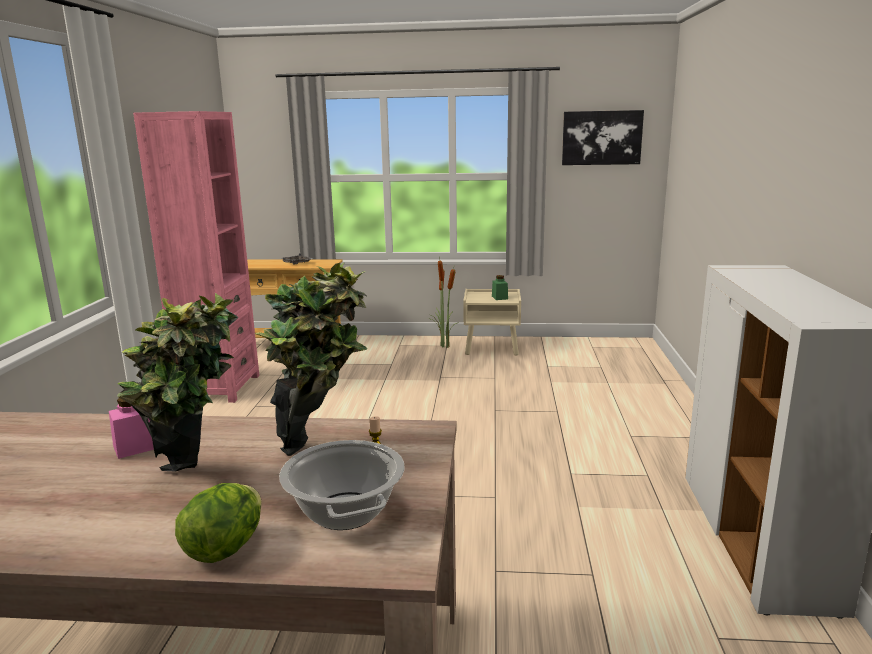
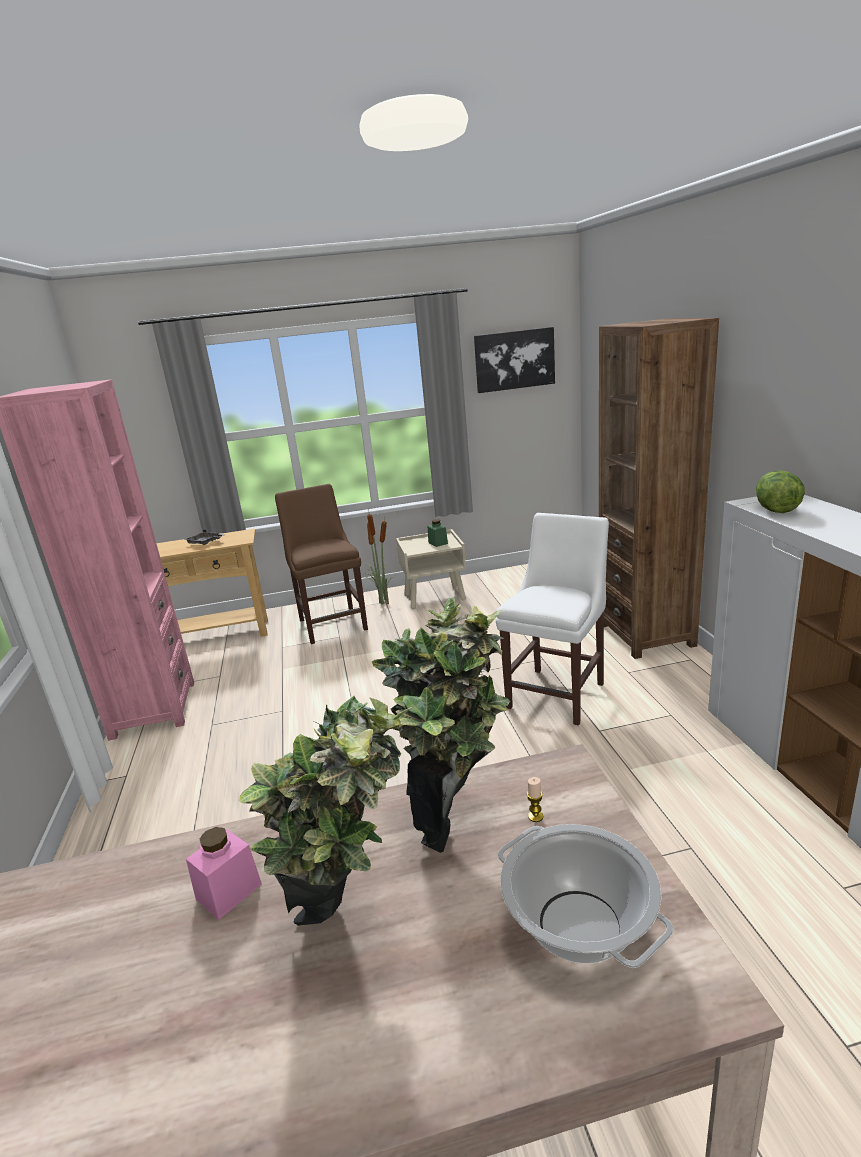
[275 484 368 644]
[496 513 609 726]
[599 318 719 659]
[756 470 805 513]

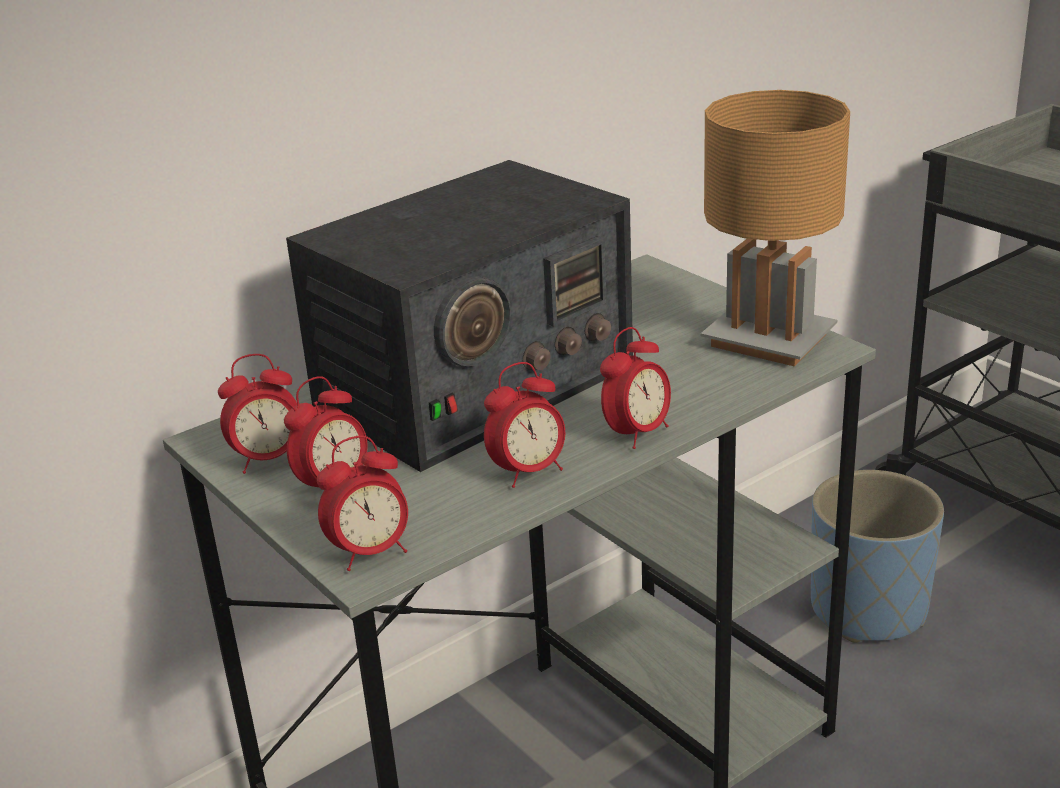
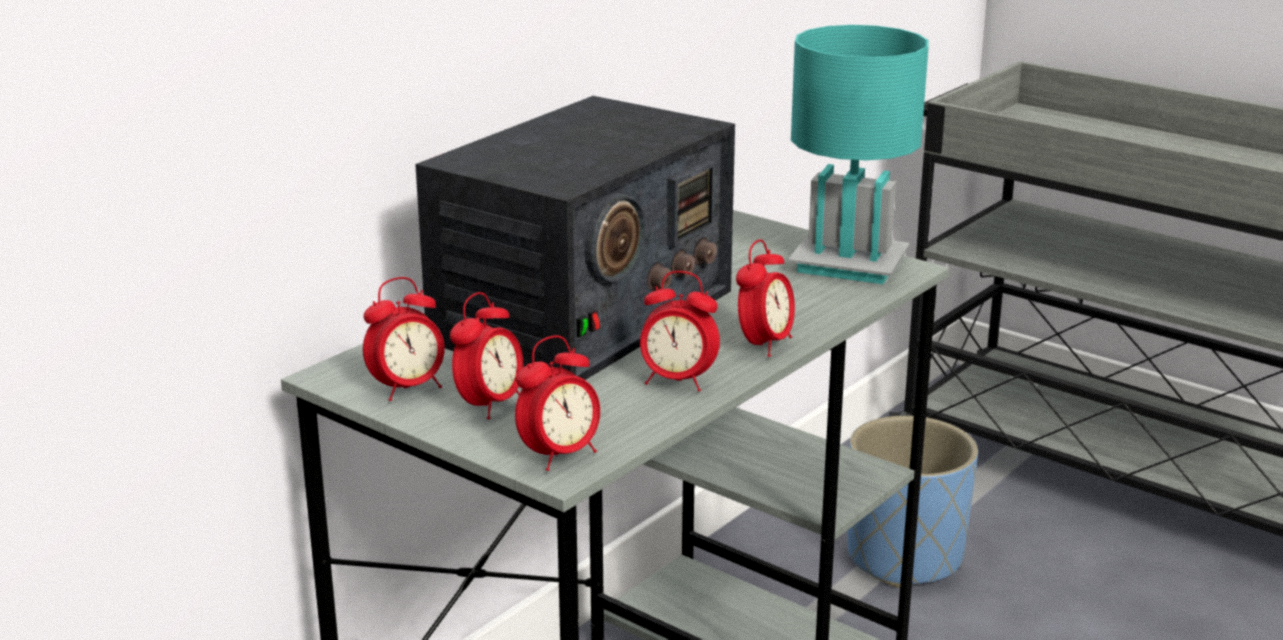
[788 25 929 284]
[640 271 720 392]

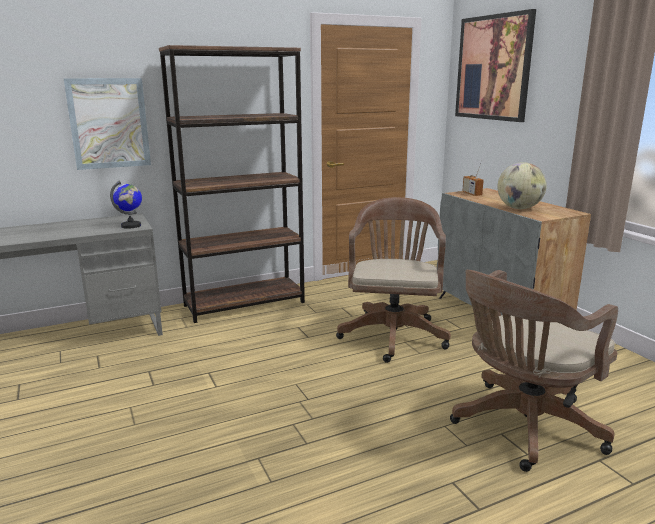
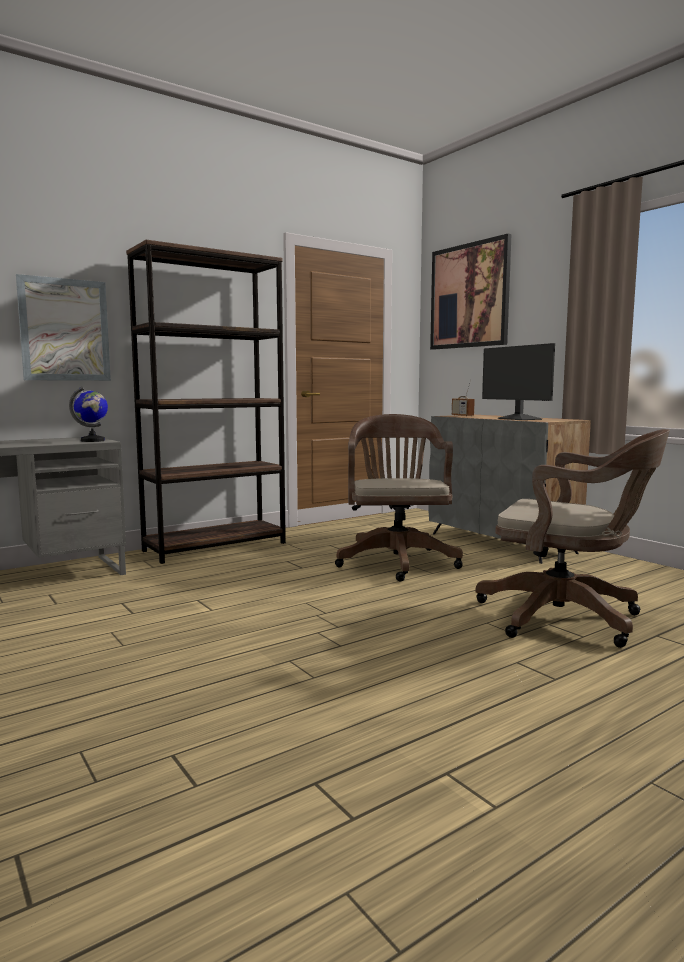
[482 343 555 420]
[476 429 670 648]

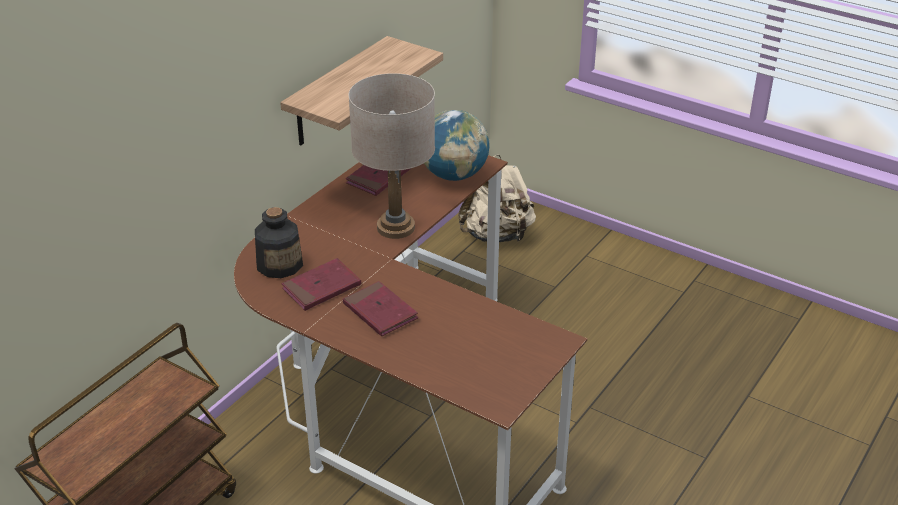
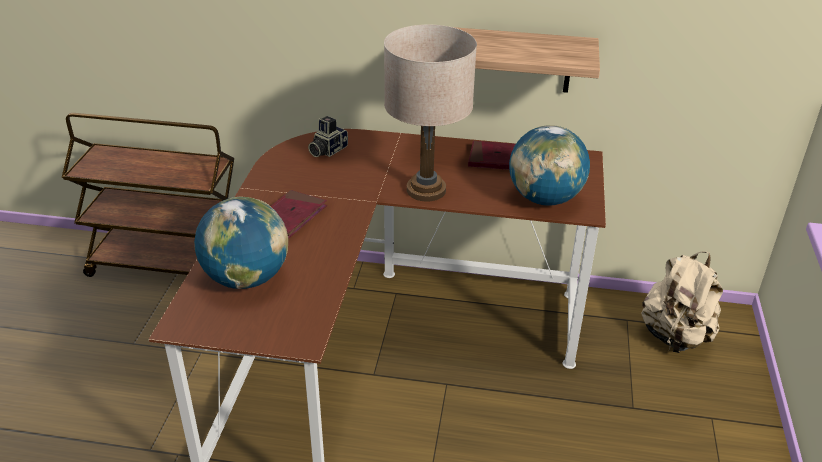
[281 258 361 311] (first image)
[194 197 288 289]
[308 116 348 157]

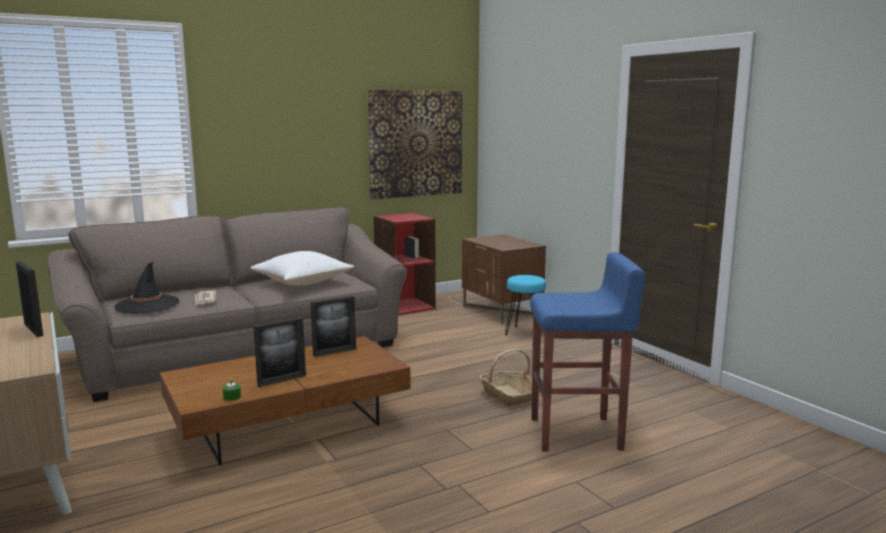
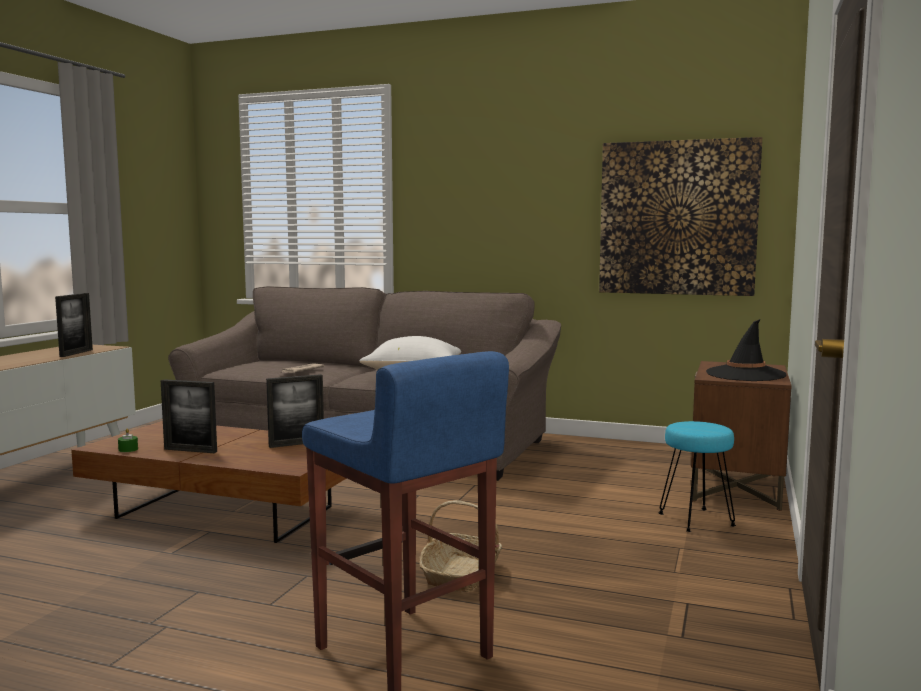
[373 213 436 315] (first image)
[706 319 787 381]
[266 374 324 448]

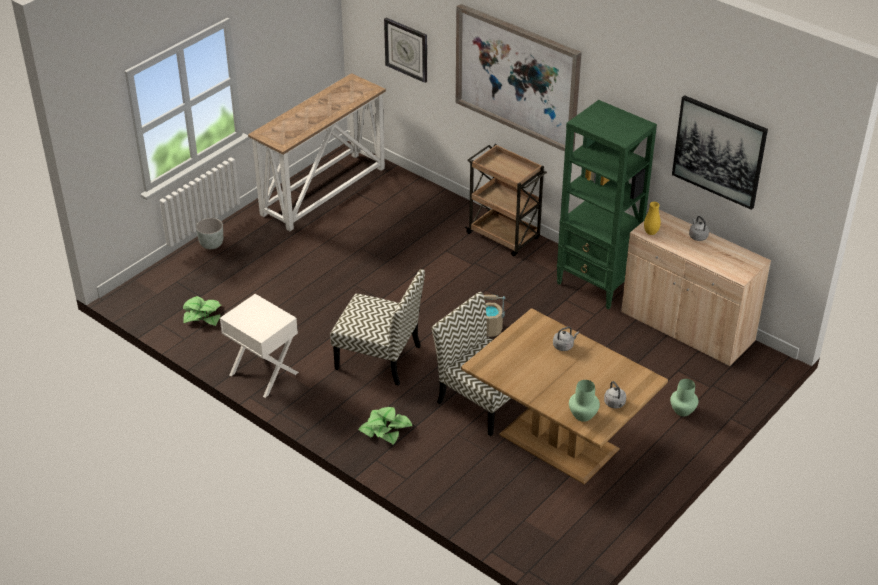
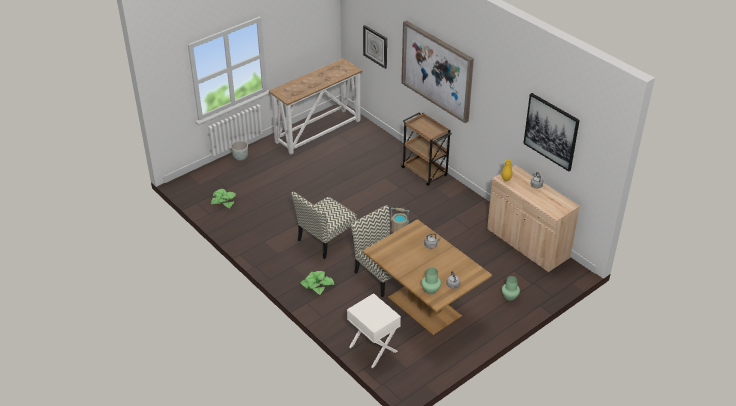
[557 100 657 310] (first image)
[347 293 401 368]
[291 191 357 259]

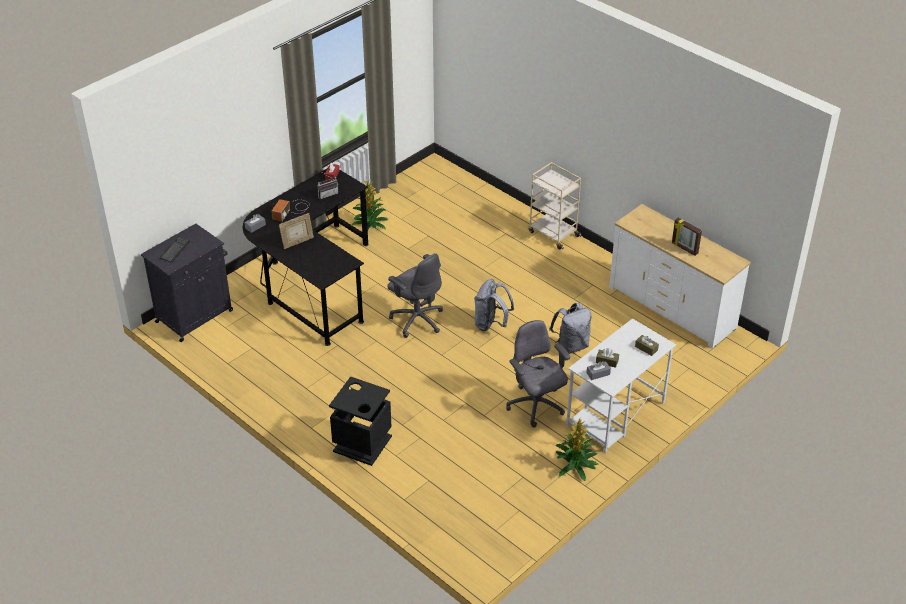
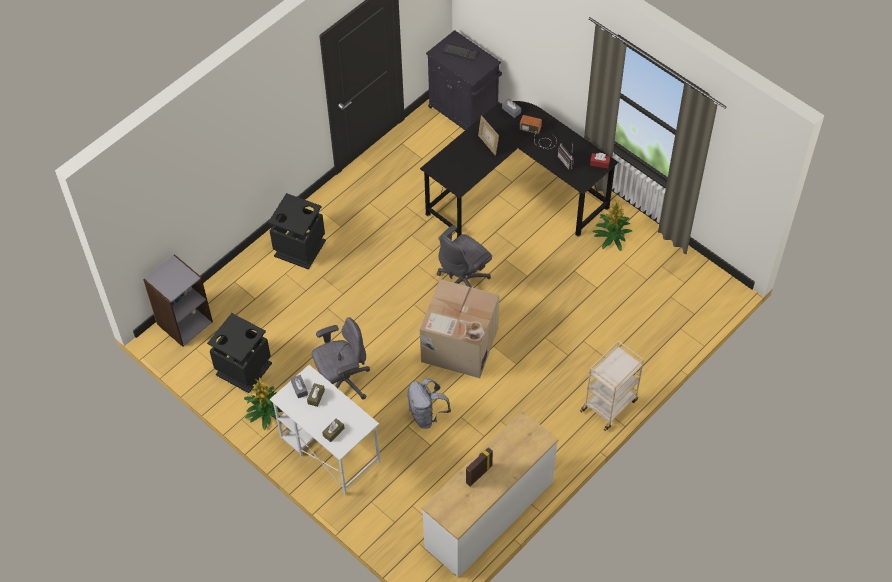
[143 254 213 347]
[207 313 272 393]
[420 279 499 378]

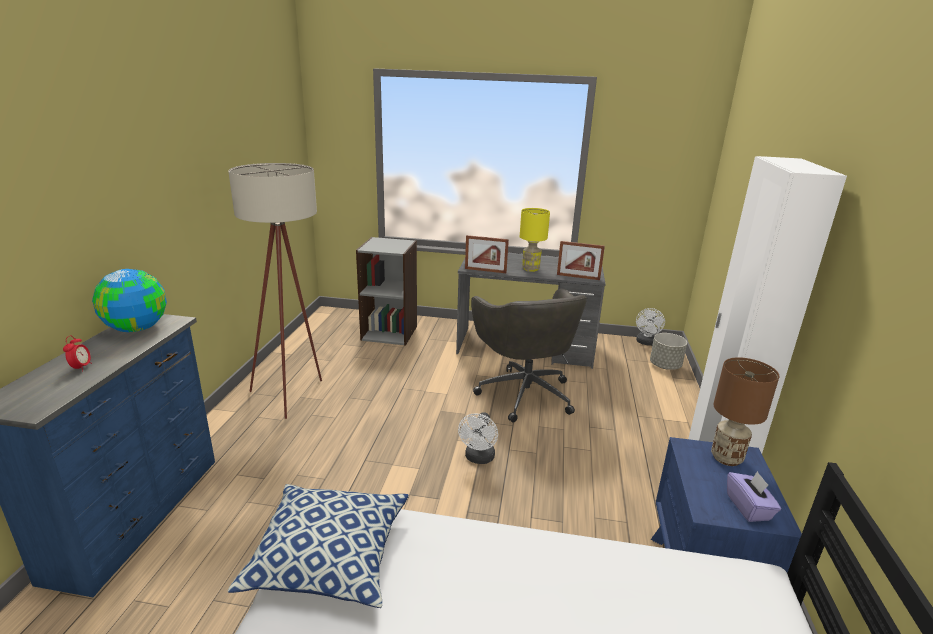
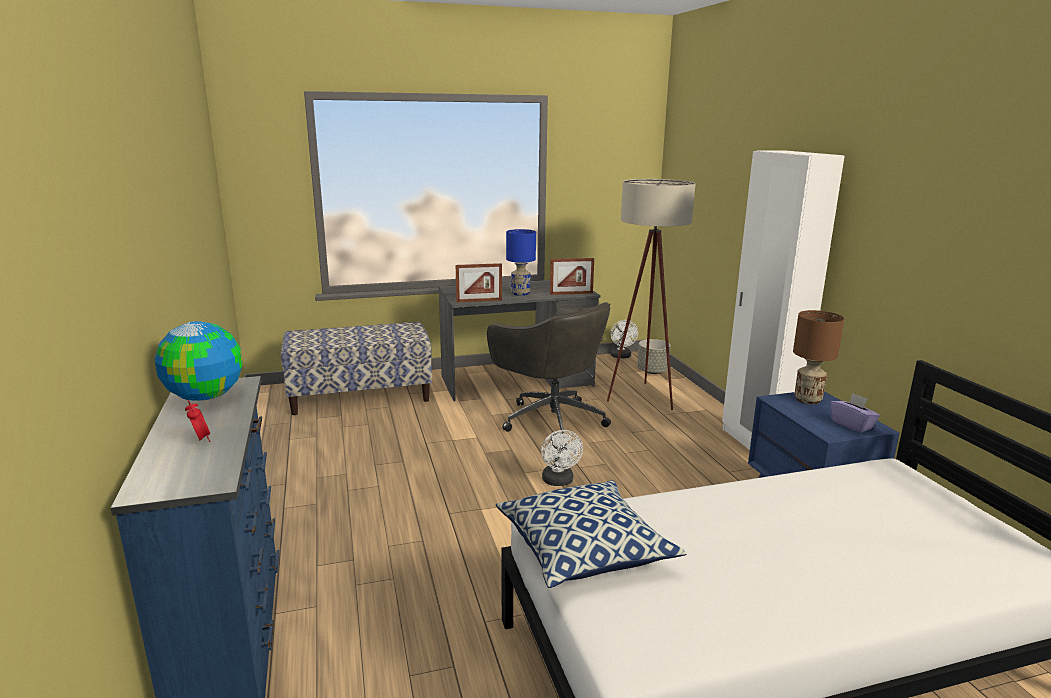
[607 179 696 410]
[281 322 432 415]
[506 229 536 296]

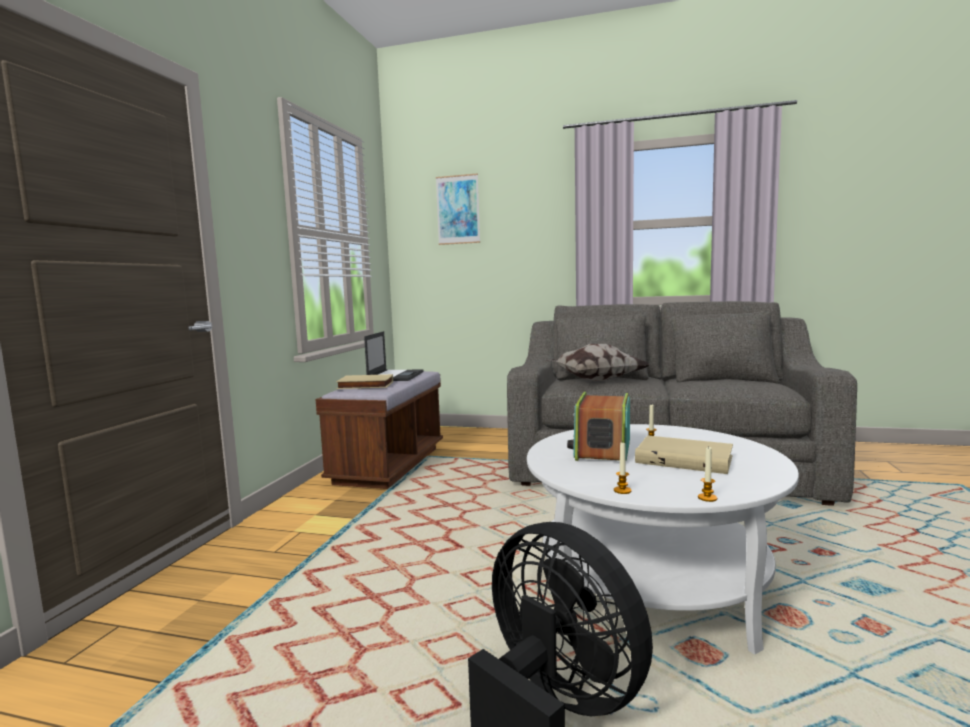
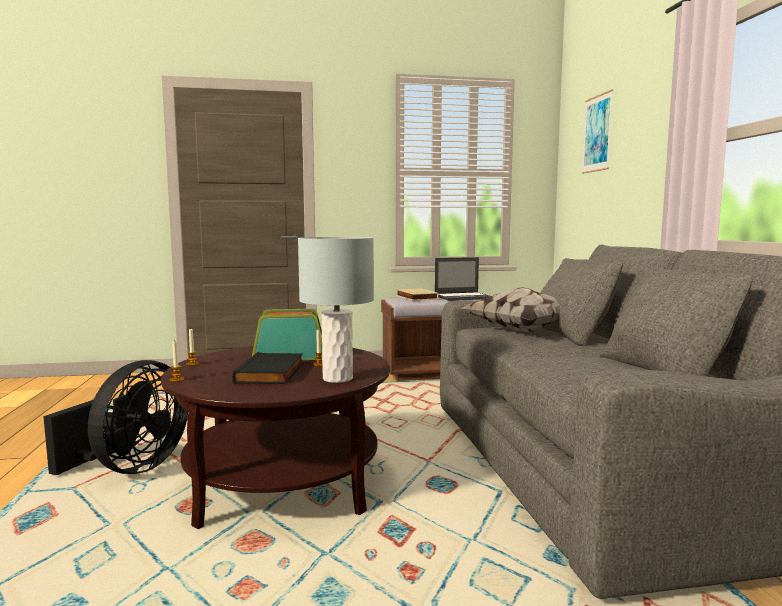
[298 237 374 383]
[161 346 390 529]
[232 352 303 384]

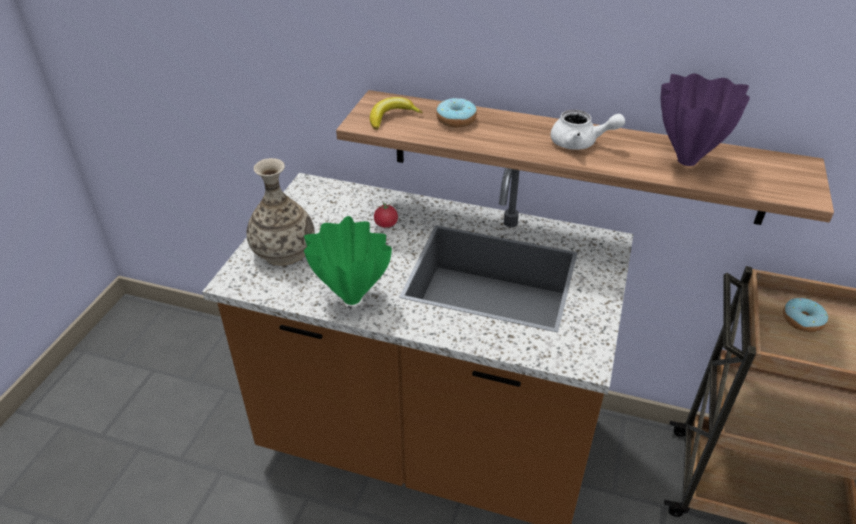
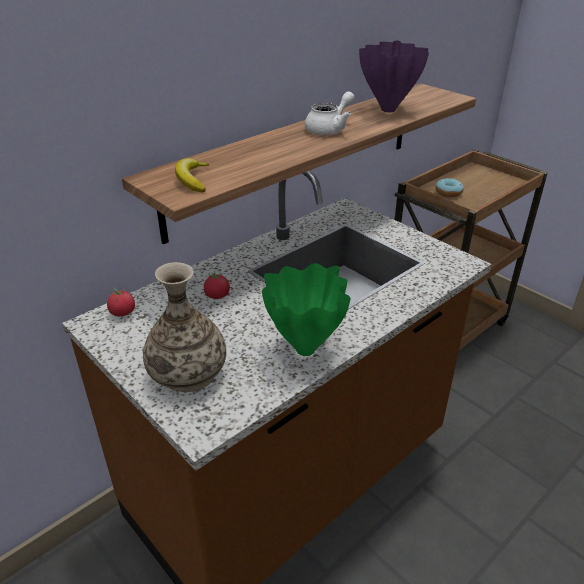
[436 98 477 128] (first image)
[107 288 135 316]

